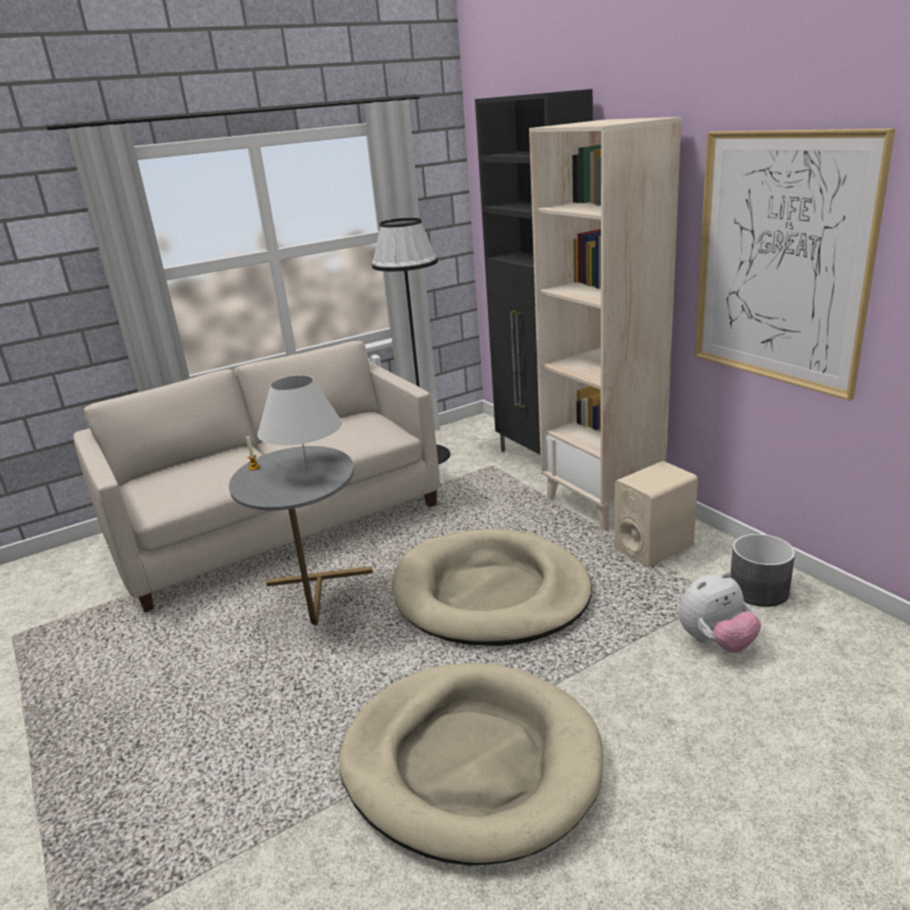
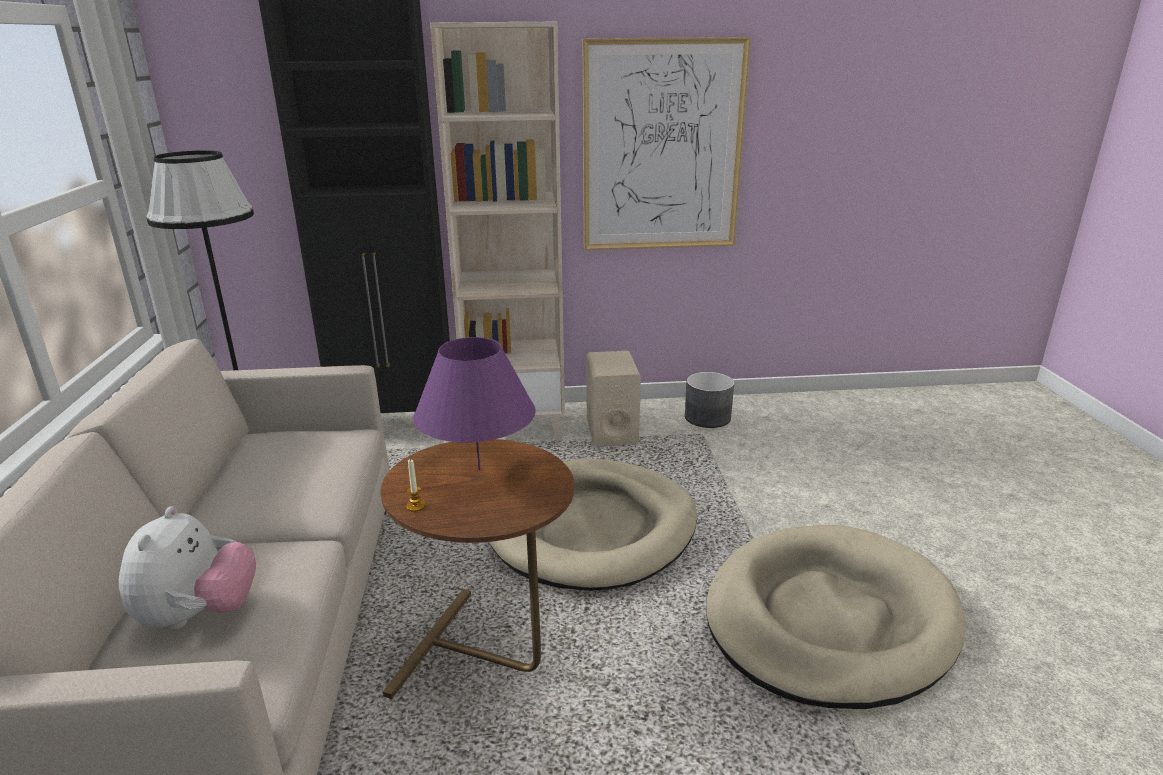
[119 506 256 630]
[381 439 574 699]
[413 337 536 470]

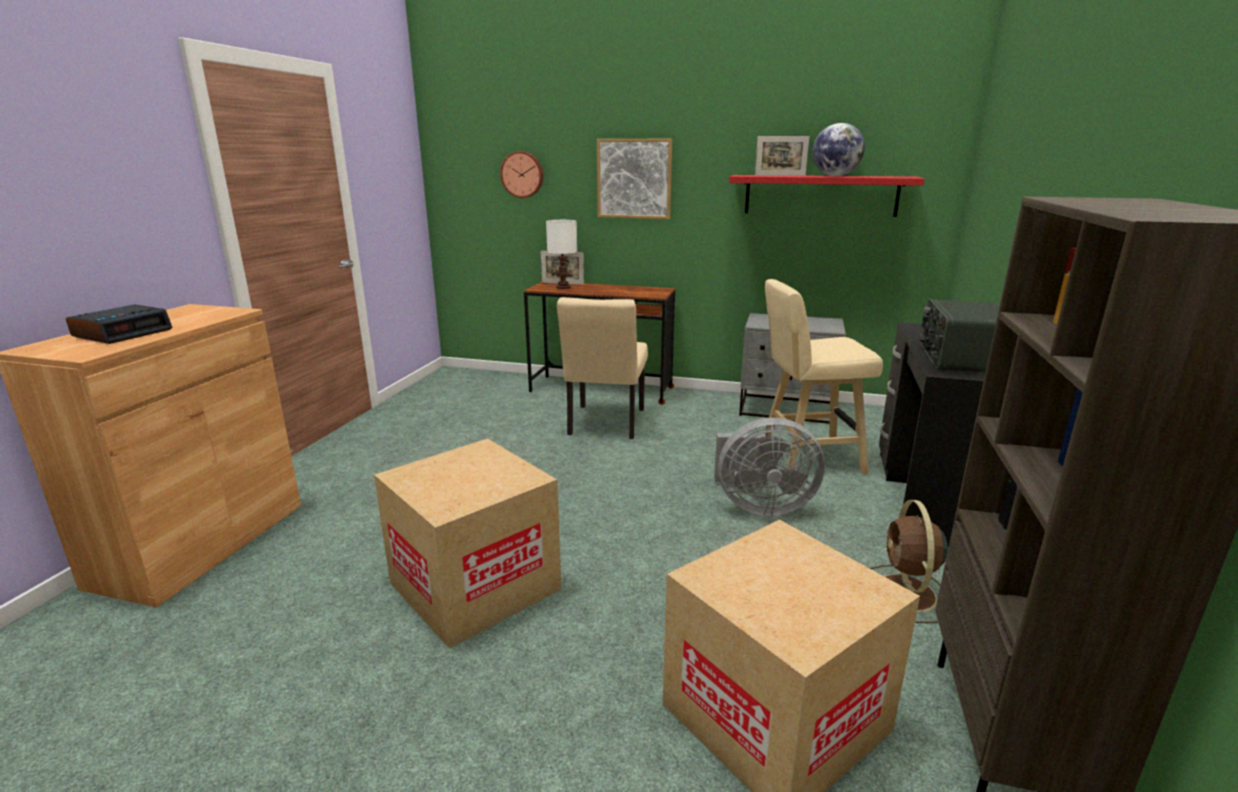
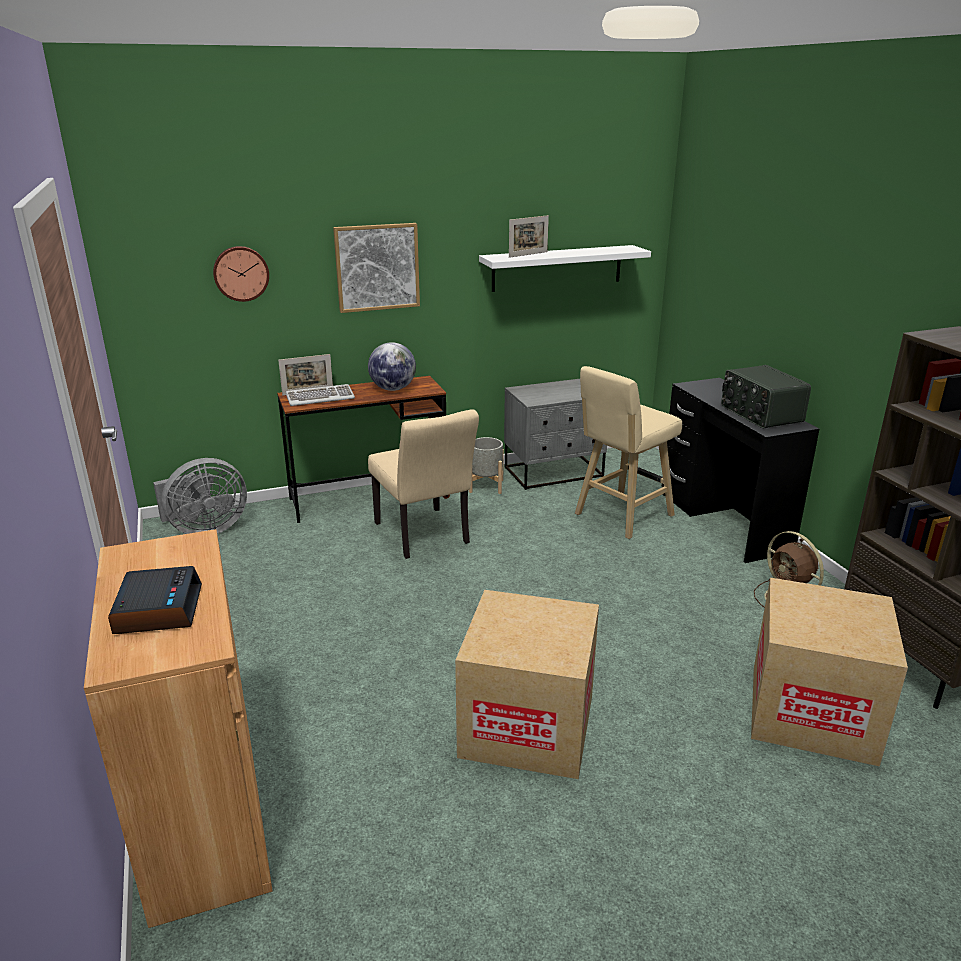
[469 437 504 494]
[153 458 247 534]
[368 342 416 391]
[285 384 355 406]
[479 245 651 292]

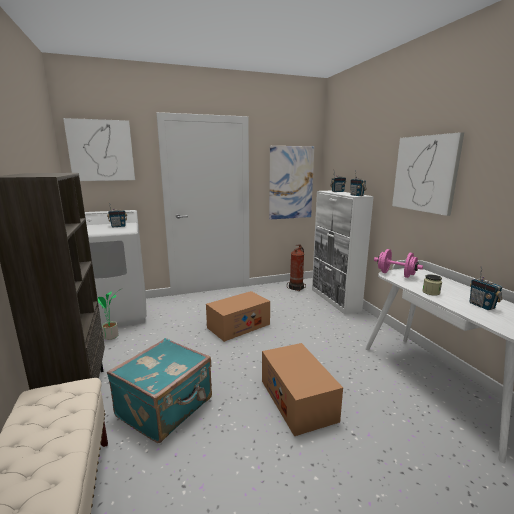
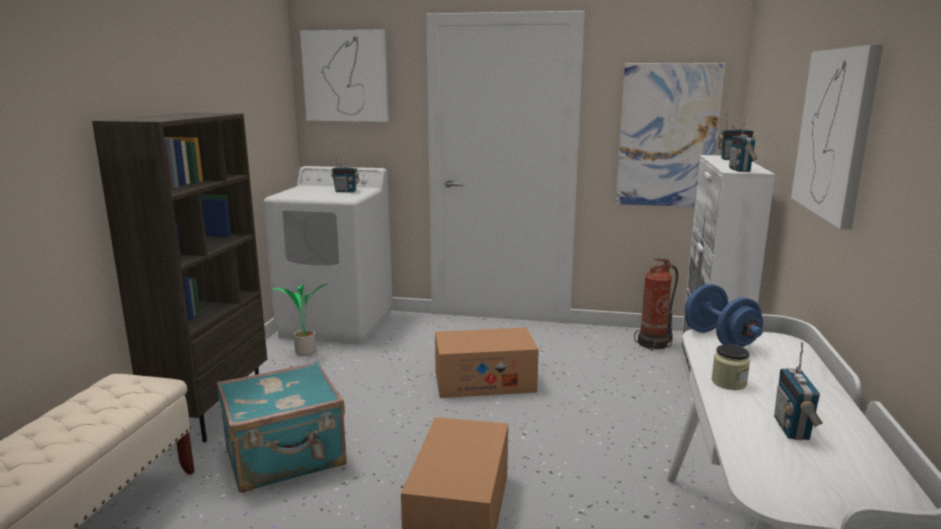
[685 284 763 347]

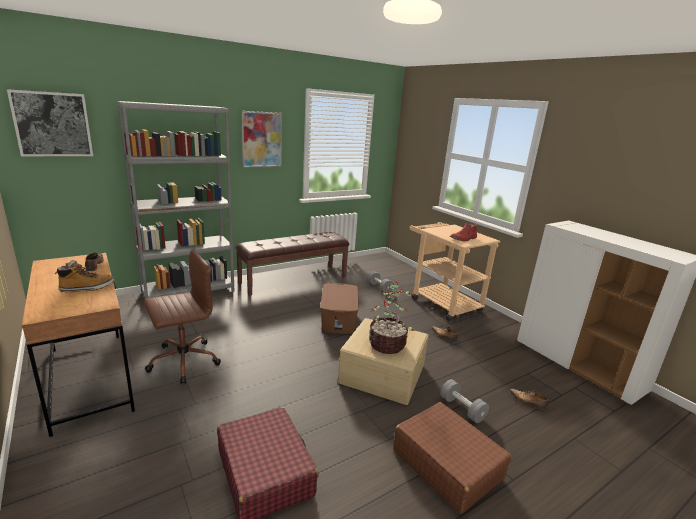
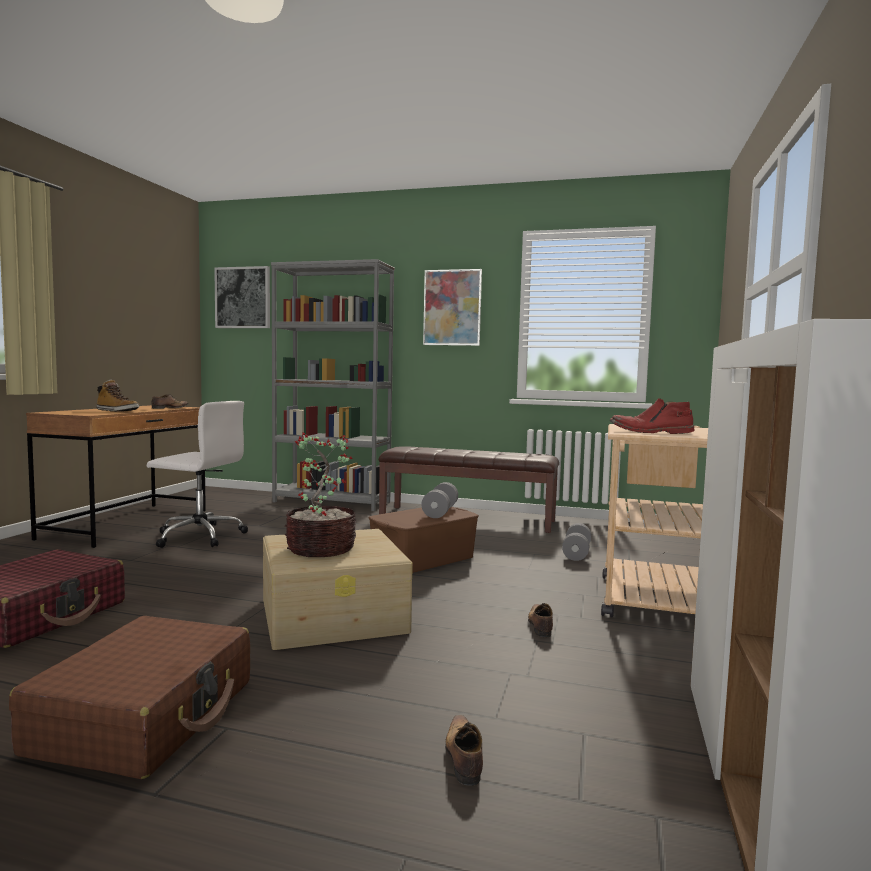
[421 482 458 518]
[147 401 248 548]

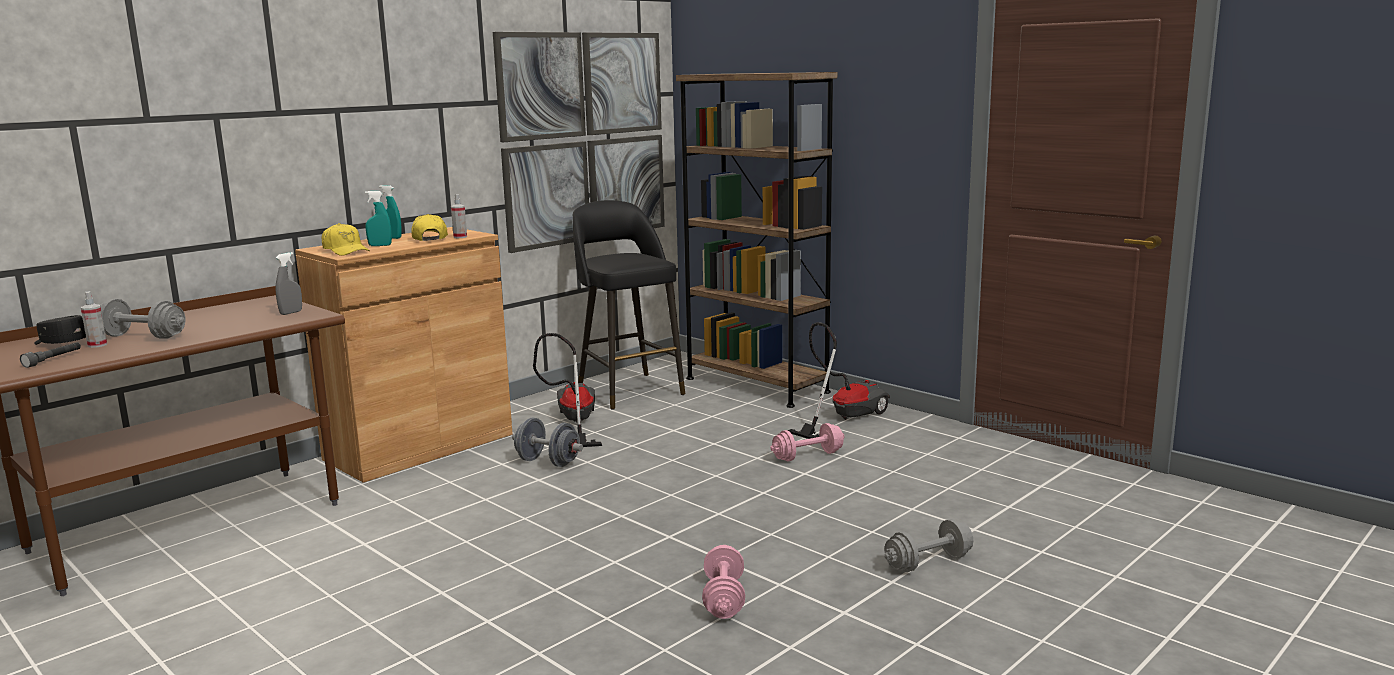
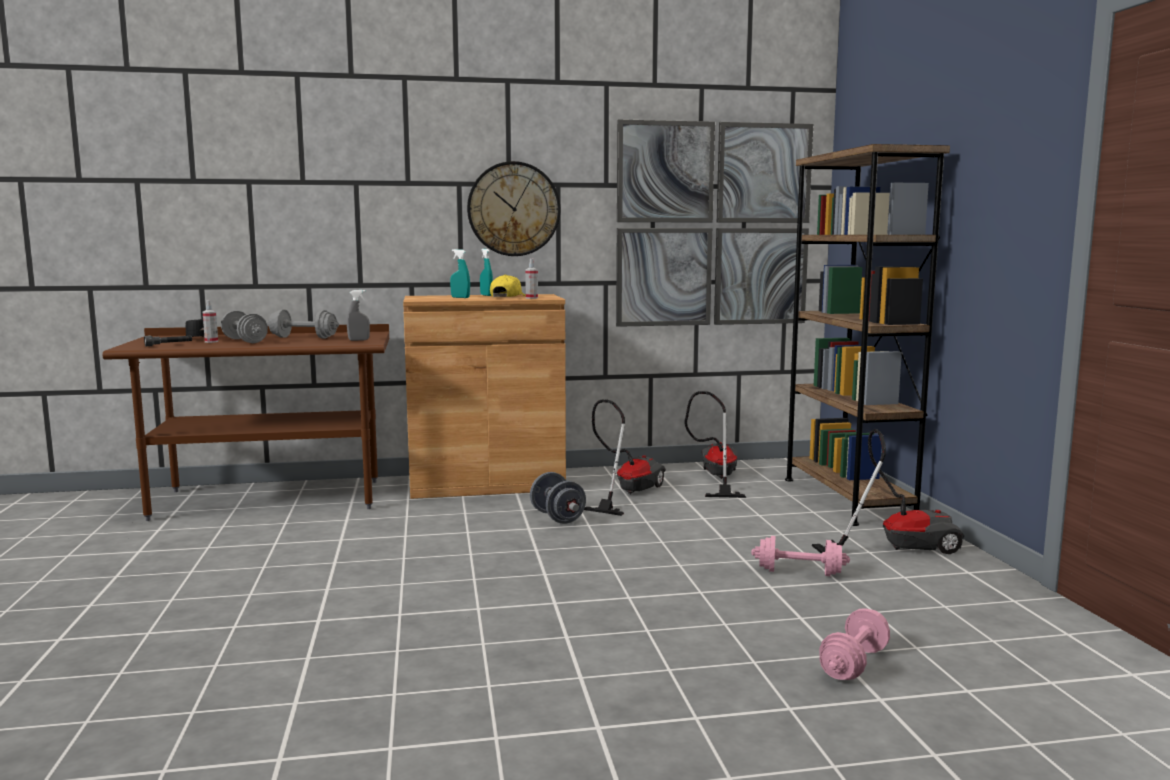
[322 223 370 256] (first image)
[467 161 560 256]
[819 608 890 680]
[267 309 339 339]
[684 391 746 498]

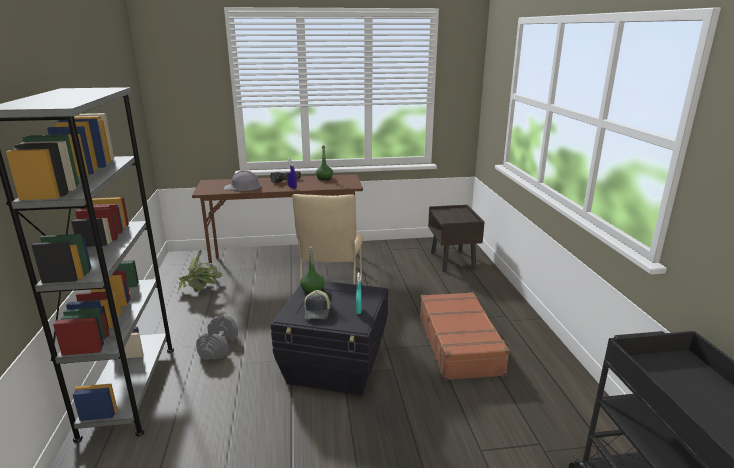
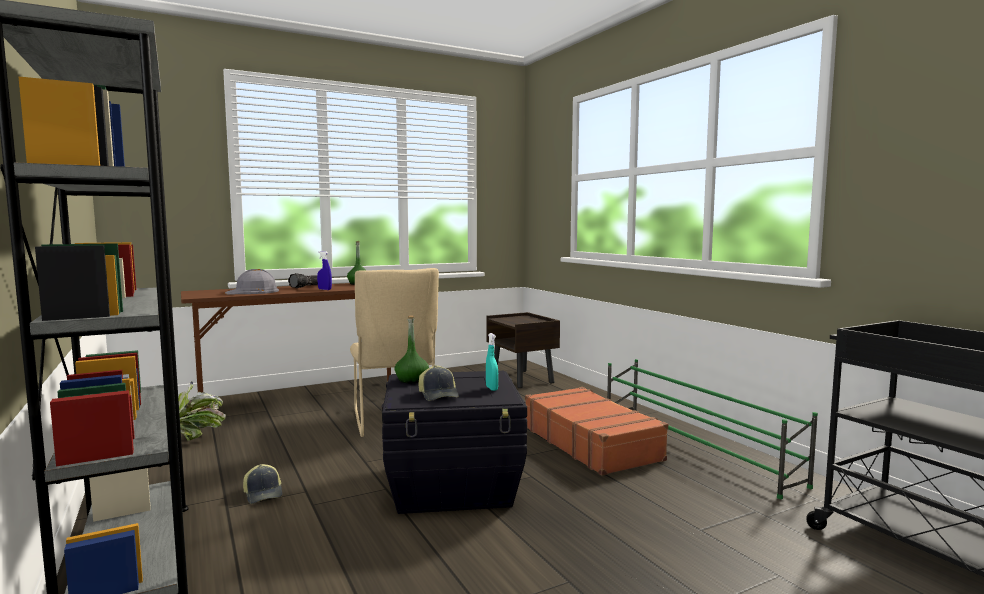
[607 359 818 499]
[243 464 282 504]

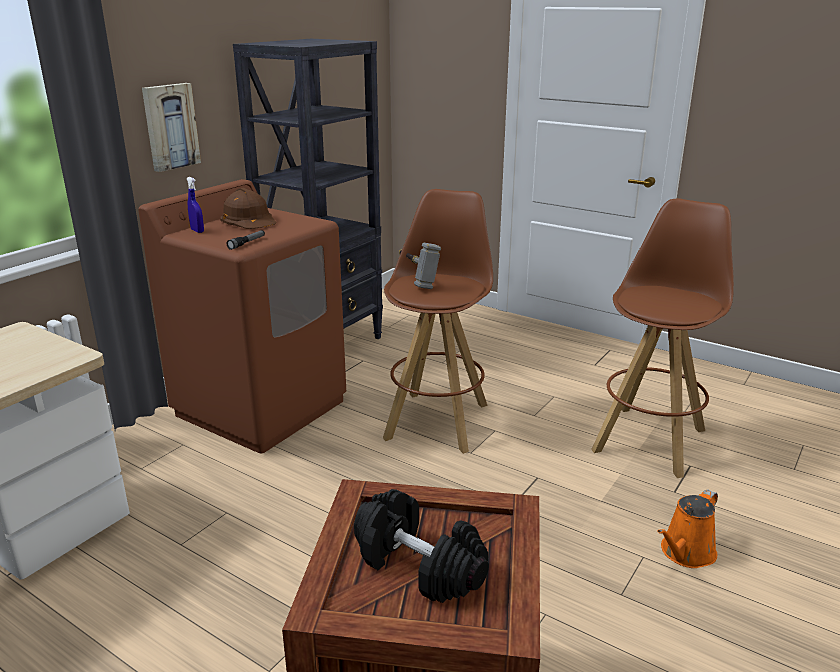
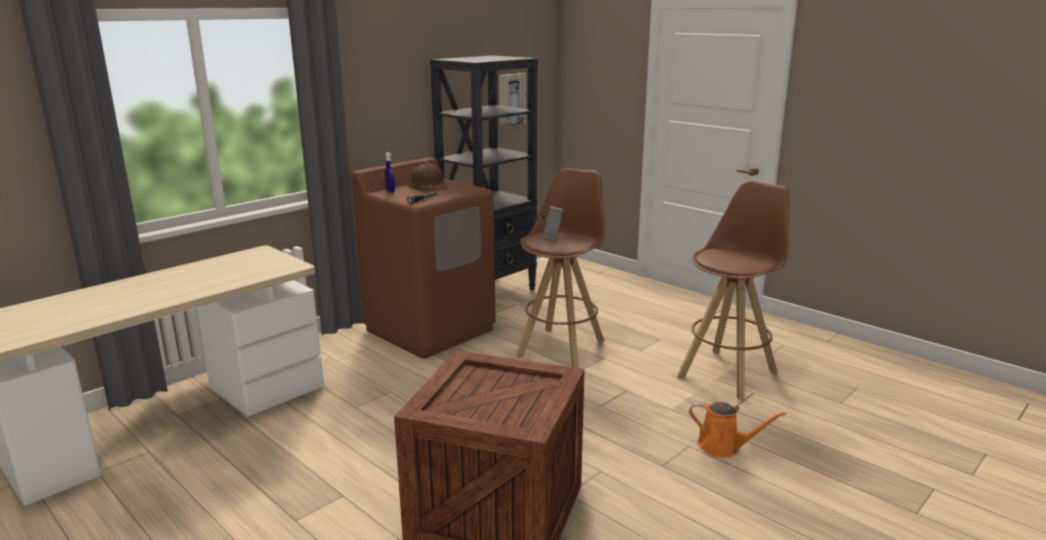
[354 489 489 603] (first image)
[499 73 526 126]
[689 402 786 458]

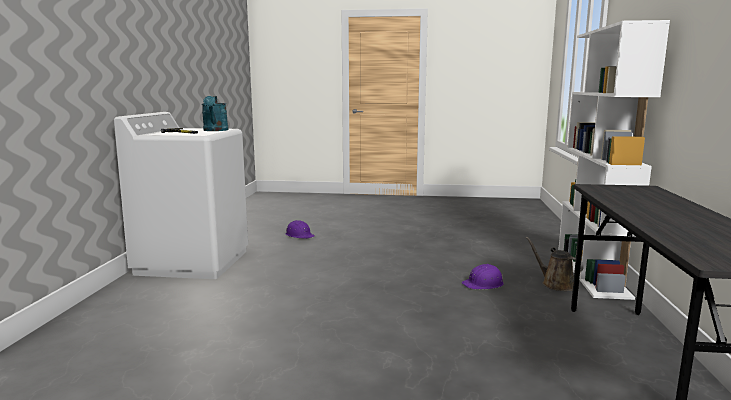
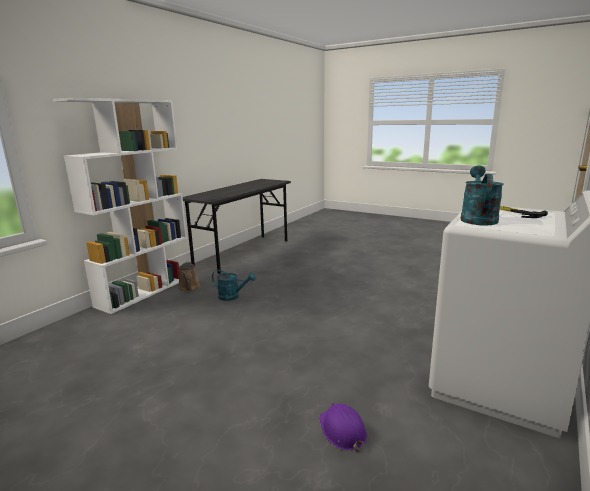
[212 270 256 301]

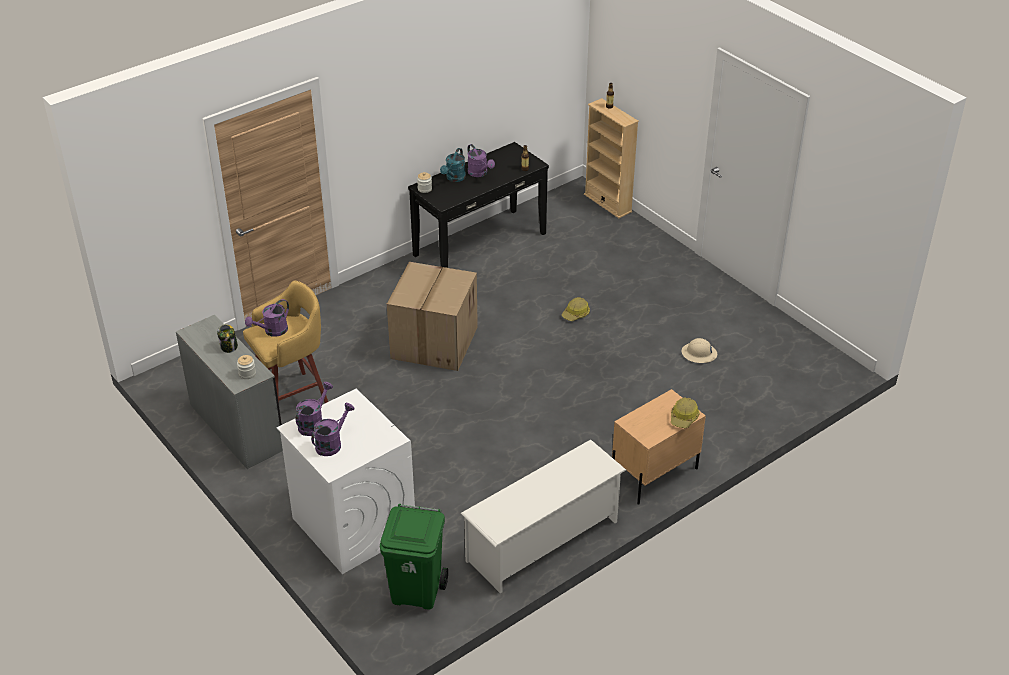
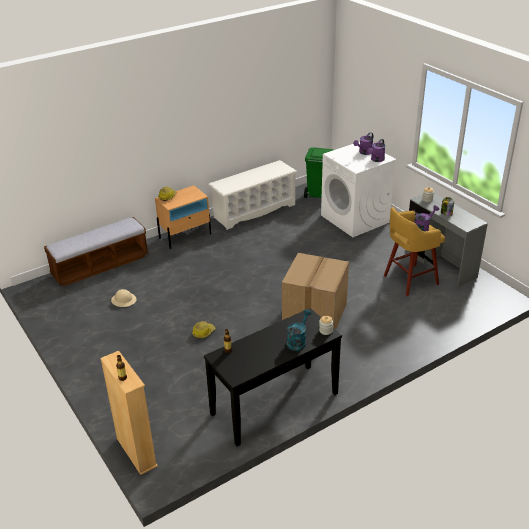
[467 144 495 177] (first image)
[44 217 149 286]

